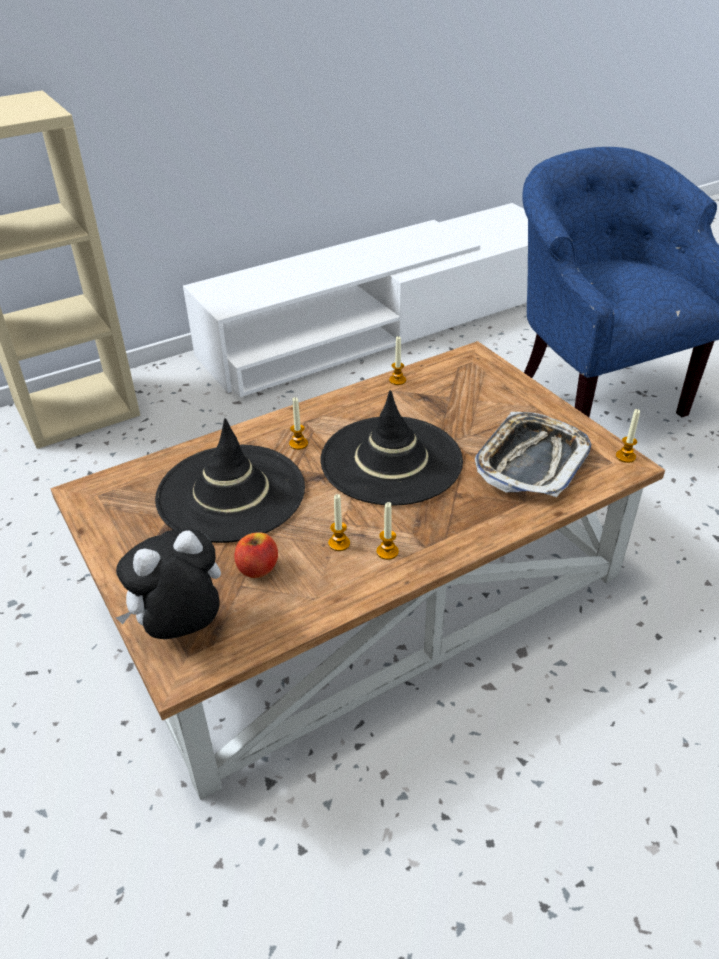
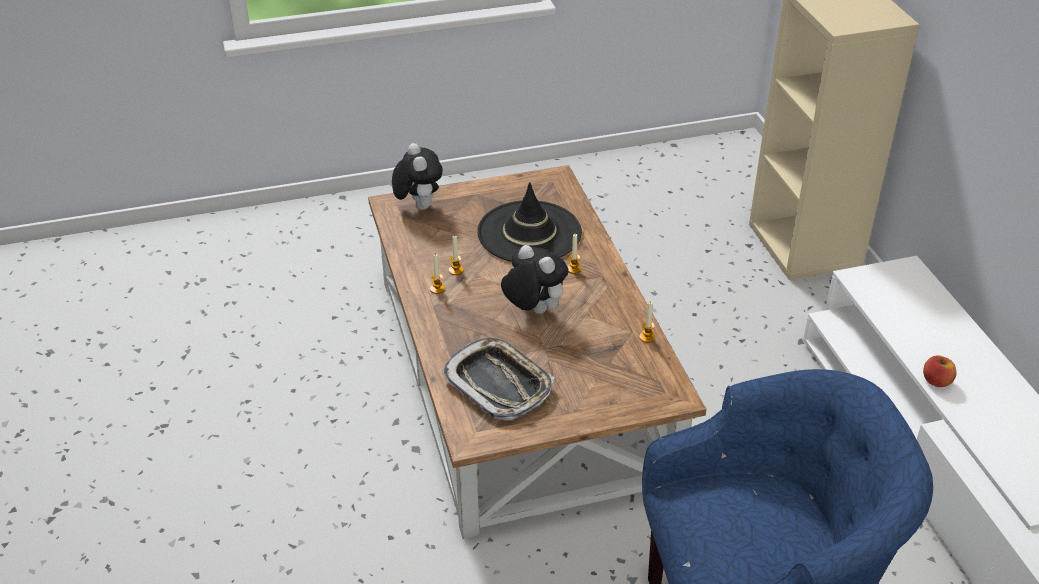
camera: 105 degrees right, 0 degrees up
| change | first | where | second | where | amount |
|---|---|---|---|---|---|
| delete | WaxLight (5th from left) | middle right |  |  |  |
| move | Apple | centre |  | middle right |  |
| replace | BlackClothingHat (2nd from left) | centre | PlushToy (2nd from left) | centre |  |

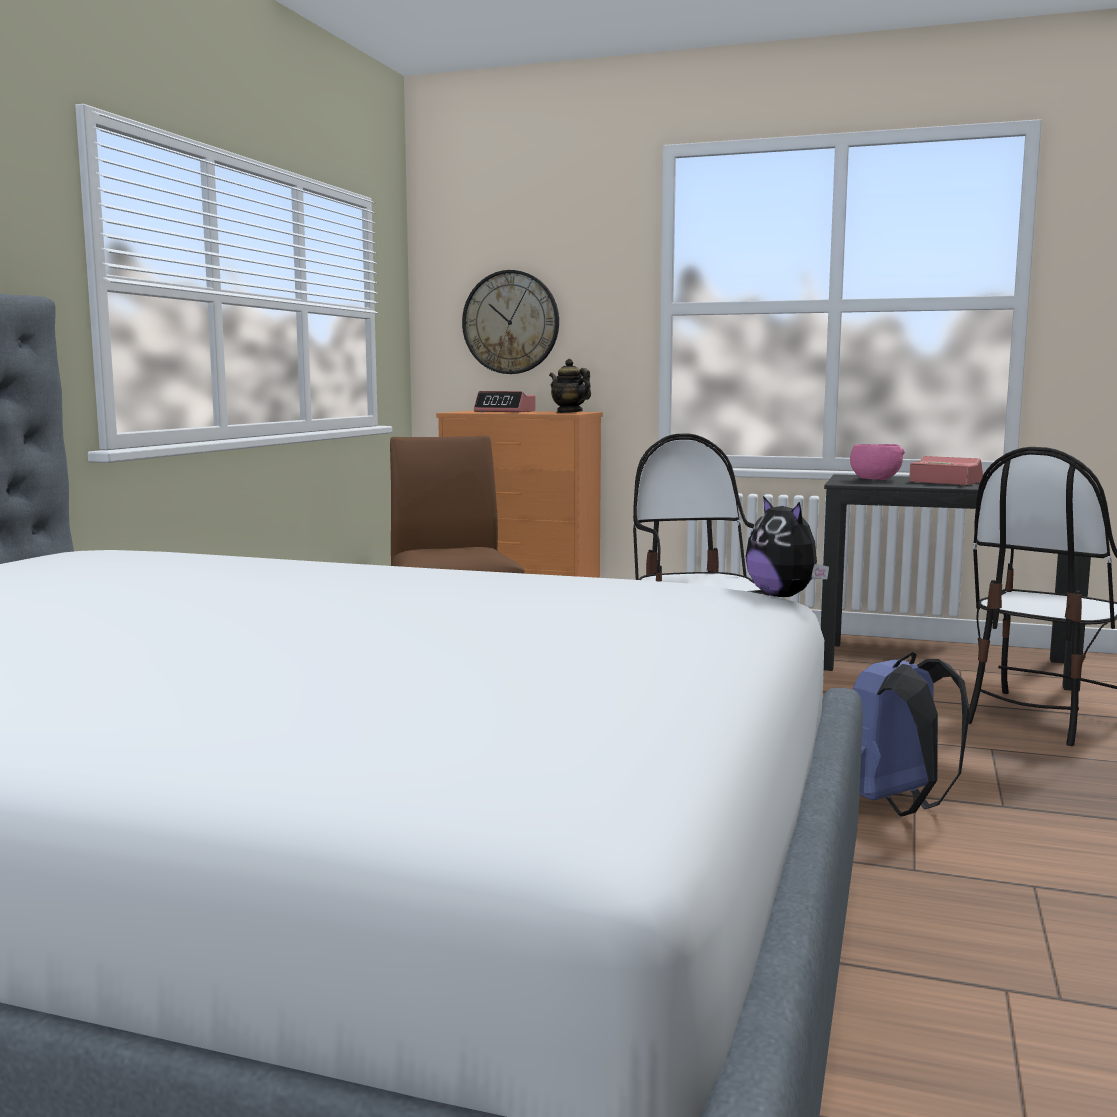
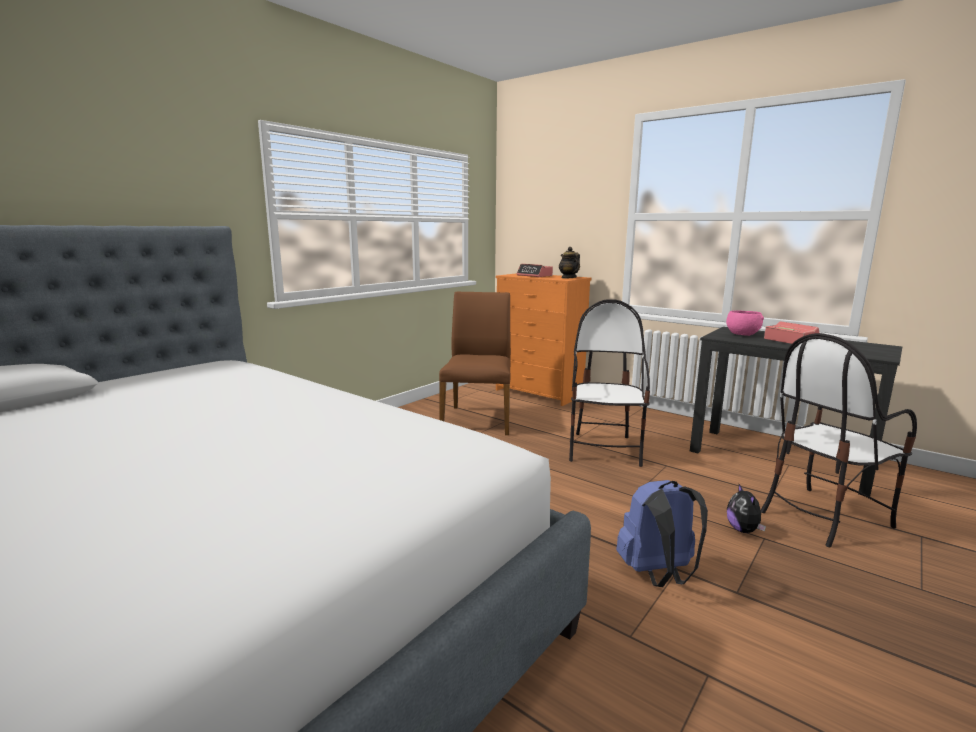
camera: 20 degrees right, 5 degrees up
| change | first | where | second | where | amount |
|---|---|---|---|---|---|
| delete | WallClock | top centre |  |  |  |
| move | PlushToy | middle right |  | bottom right |  |

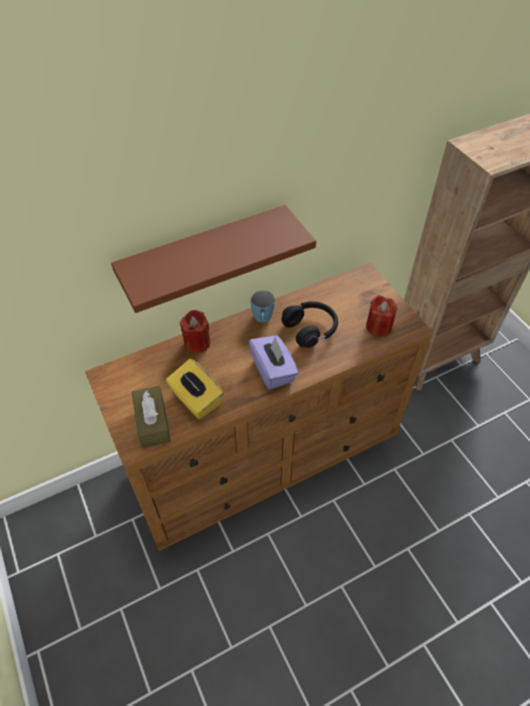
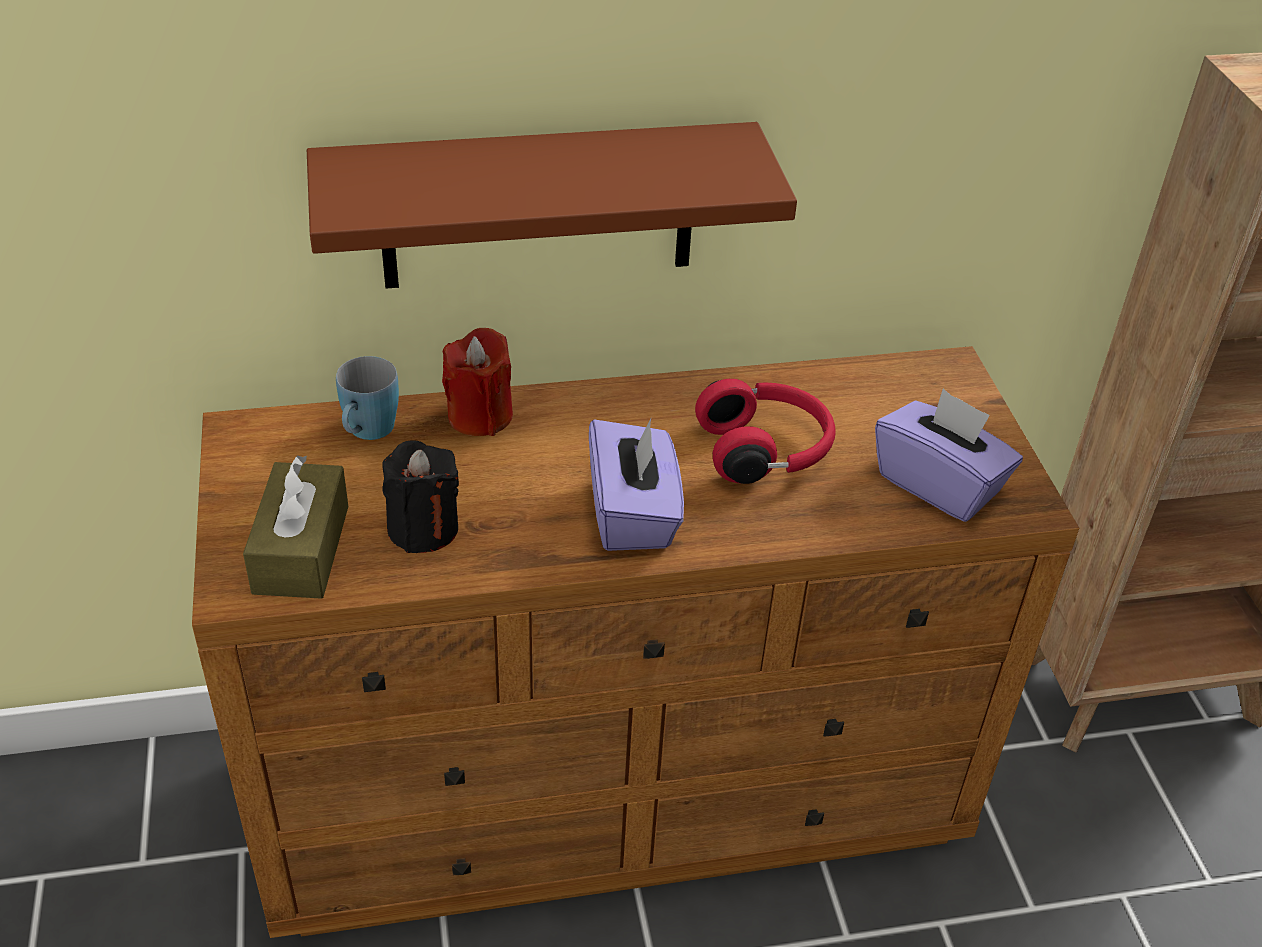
camera: 15 degrees right, 10 degrees down
| change | first | where | second | where | amount |
|---|---|---|---|---|---|
| move | BluishCoffeeMug | centre |  | middle left |  |
| replace | YellowTissueBox | centre | BlackWaxLight | middle left |  |
| replace | ReddishWaxLight (2nd from left) | middle right | PurpleTissueBox (2nd from left) | middle right |  |
| recolor | BlackHeadset | centre | ReddishHeadset | centre |  |

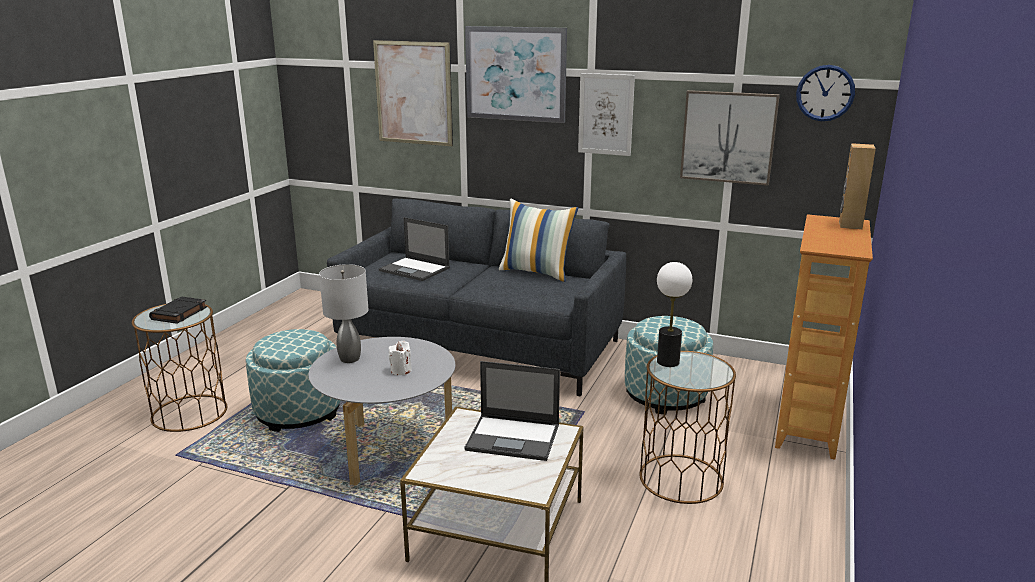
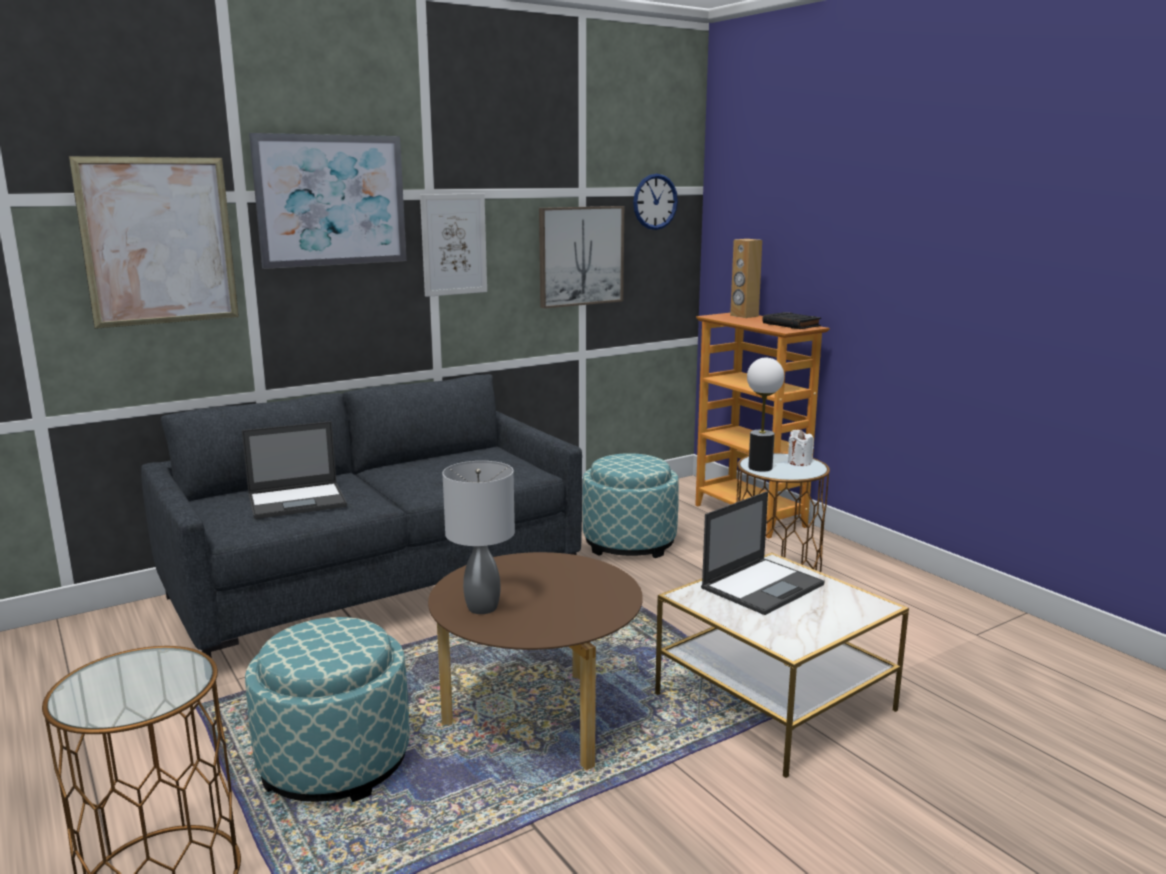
camera: 55 degrees left, 5 degrees down
| change | first | where | second | where | amount |
|---|---|---|---|---|---|
| delete | ThrowPillow | centre |  |  |  |
| move | BlackBoundBook | middle left |  | middle right |  |
| move | WhiteWaxLight | centre |  | middle right |  |
| recolor | GreyishCoffeeTable | bottom centre | BrownishCoffeeTable | bottom centre |  |

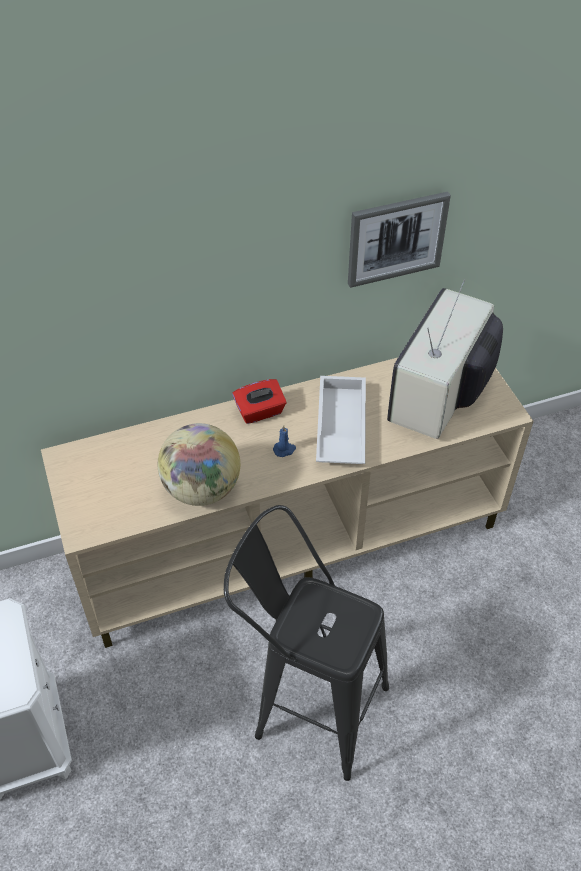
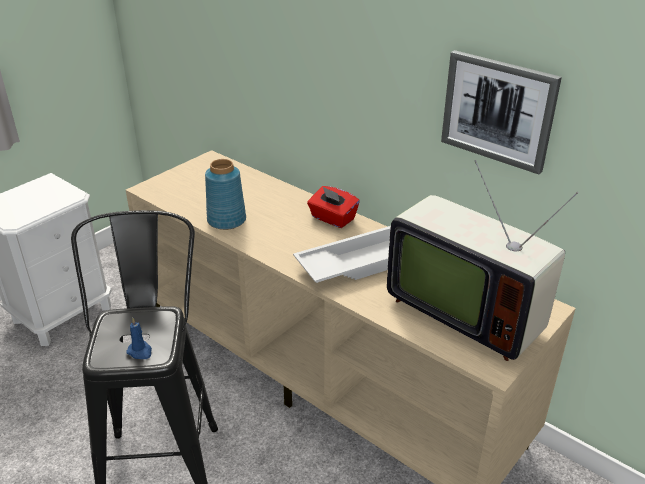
camera: 60 degrees right, 15 degrees down
| change | first | where | second | where | amount |
|---|---|---|---|---|---|
| move | BluishWaxLight | centre |  | bottom left |  |
| replace | Globe | centre | BluishDecorativeVase | centre |  |
| rotate | TvSet | middle right |  | middle right | 135 degrees counterclockwise |

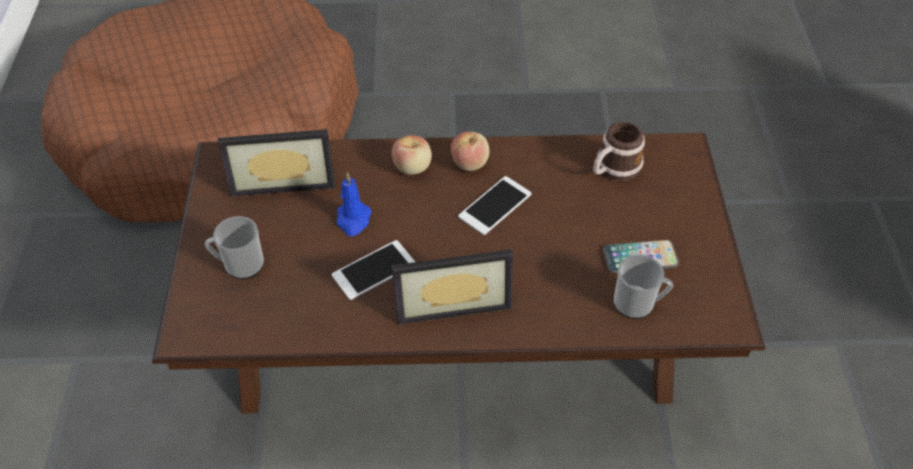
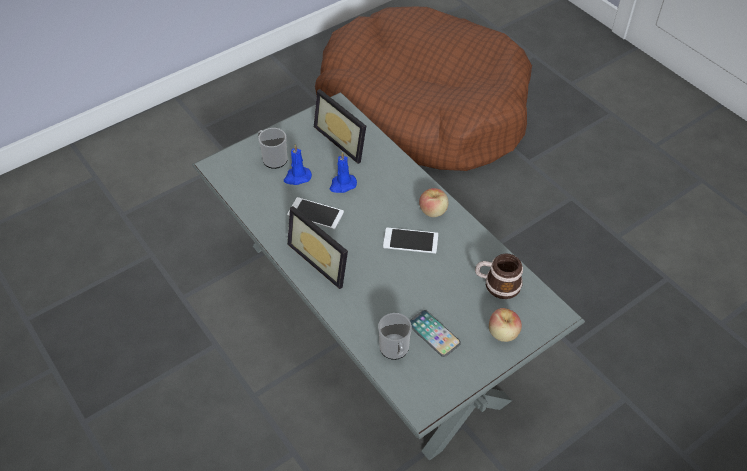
camera: 55 degrees right, 0 degrees up
| change | first | where | second | where | amount |
|---|---|---|---|---|---|
| insert |  |  | BluishWaxLight (1st from left) | centre |  |
| move | Apple (1st from left in the first image) | top centre | Apple (2nd from left) | bottom right |  |
| recolor | BrownishCoffeeTable | centre | GreyishCoffeeTable | centre |  |

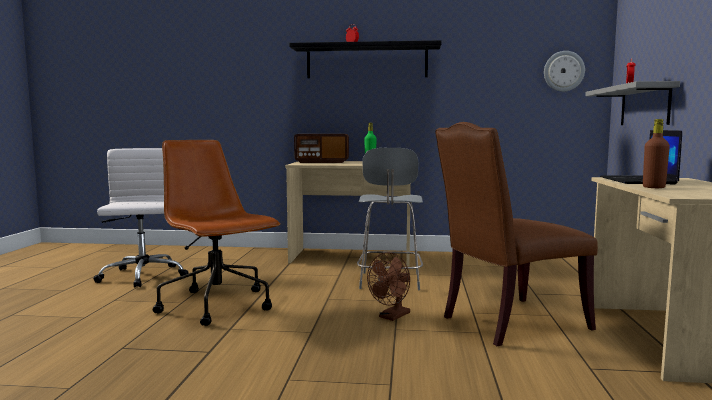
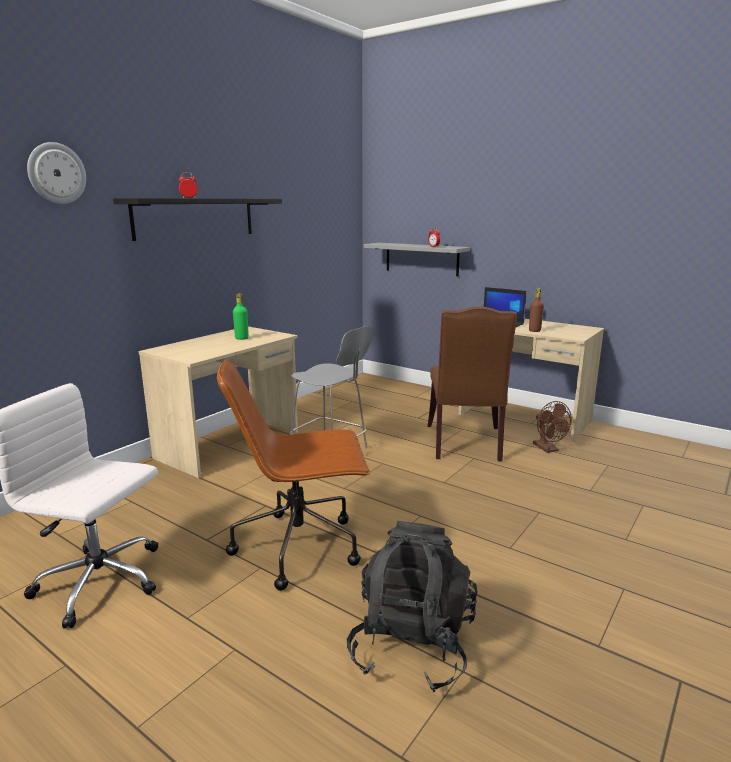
camera: 60 degrees left, 10 degrees up
| change | first | where | second | where | amount |
|---|---|---|---|---|---|
| delete | RadioSet | centre |  |  |  |
| insert |  |  | BlackKnapsack | bottom centre |  |
| move | BrownishElectricFan | bottom centre |  | middle right |  |
| move | WallClock | top right |  | top left |  |

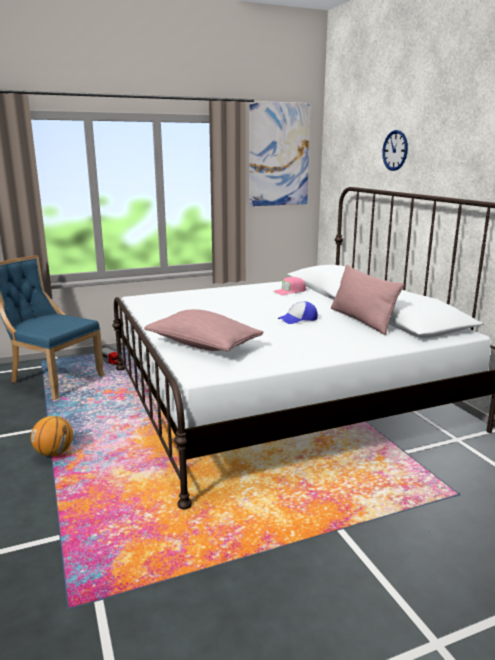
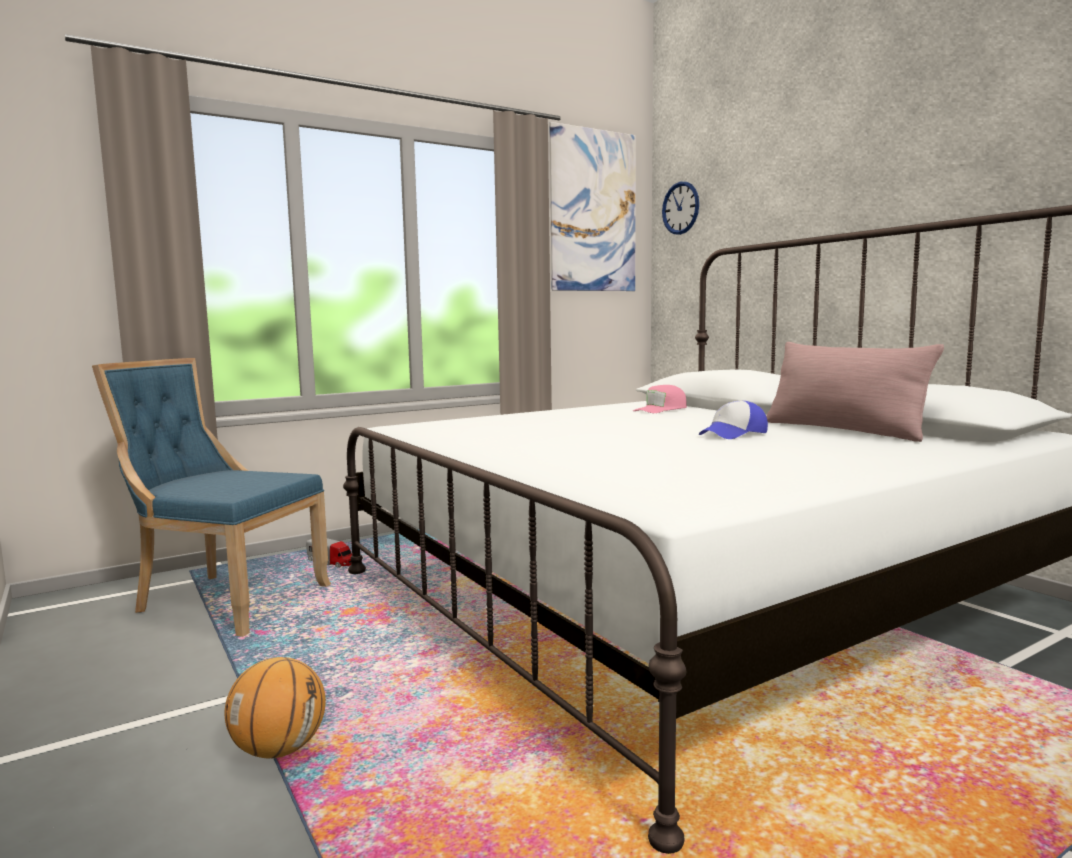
camera: 10 degrees left, 10 degrees down
| change | first | where | second | where | amount |
|---|---|---|---|---|---|
| delete | PinkThrowPillow (1st from left) | centre |  |  |  |
| move | WallClock | top right |  | top centre |  |

